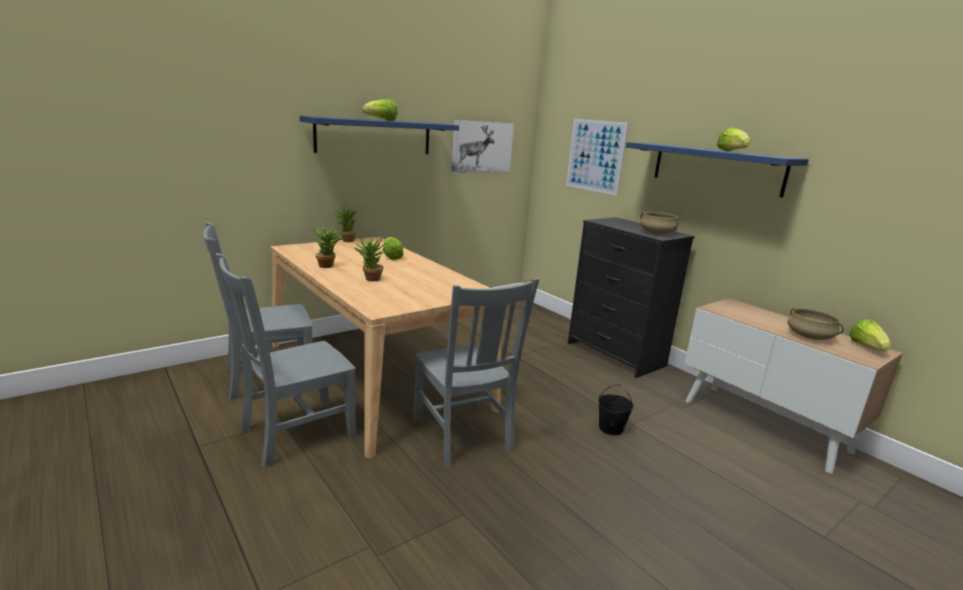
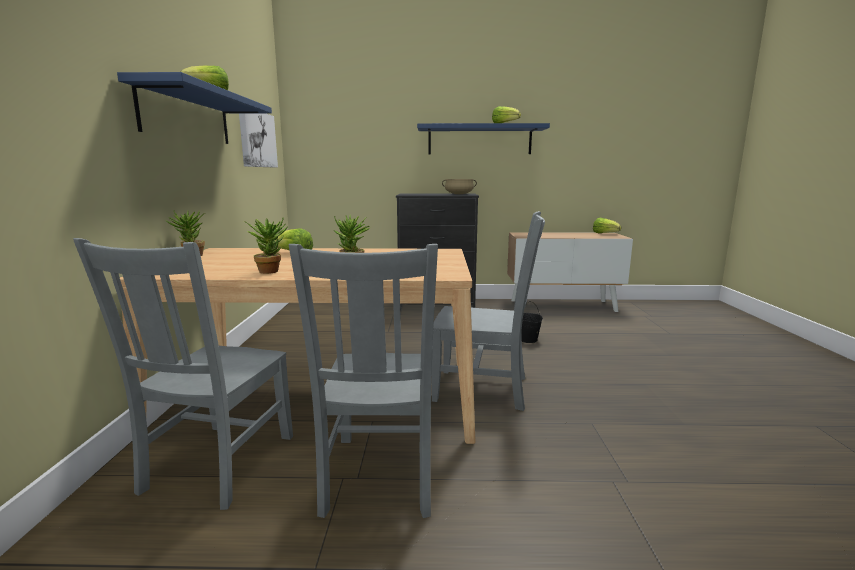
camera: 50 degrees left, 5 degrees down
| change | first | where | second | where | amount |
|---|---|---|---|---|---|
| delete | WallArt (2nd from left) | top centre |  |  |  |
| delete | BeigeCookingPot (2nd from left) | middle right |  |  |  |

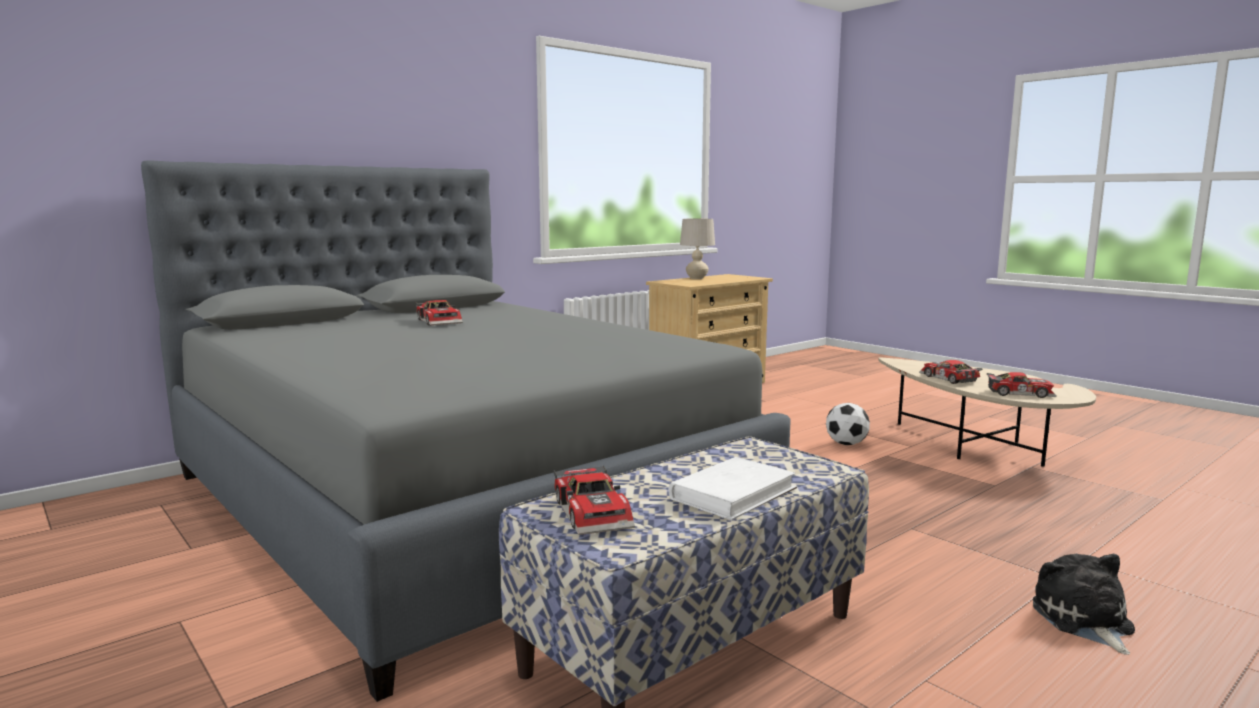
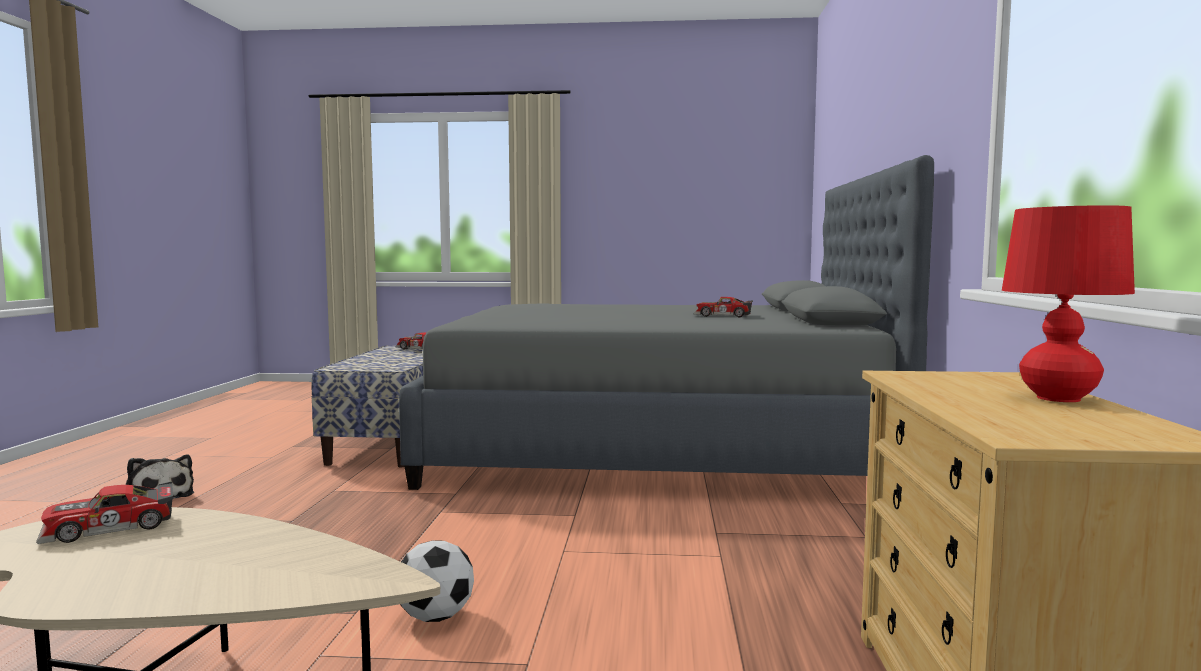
camera: 135 degrees right, 5 degrees down
| change | first | where | second | where | amount |
|---|---|---|---|---|---|
| delete | WhiteBoundBook | bottom centre |  |  |  |
| delete | ToyCar (3rd from left) | middle right |  |  |  |
| recolor | BeigeTableLamp | centre | ReddishTableLamp | middle right |  |

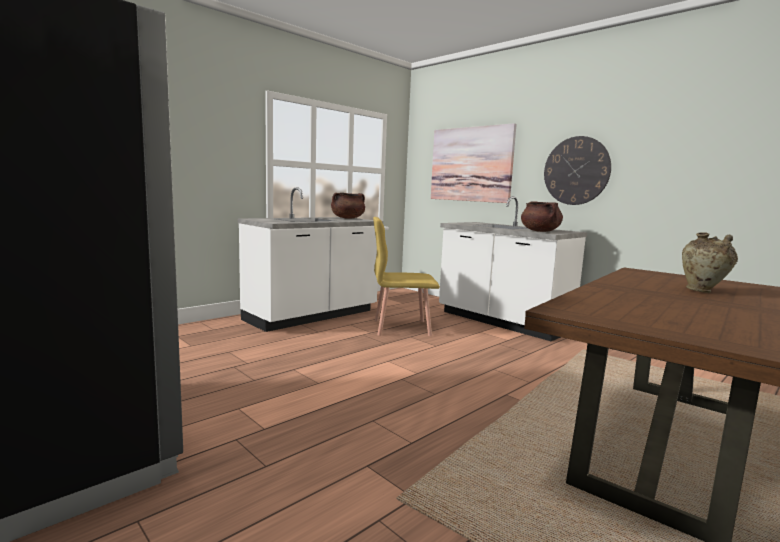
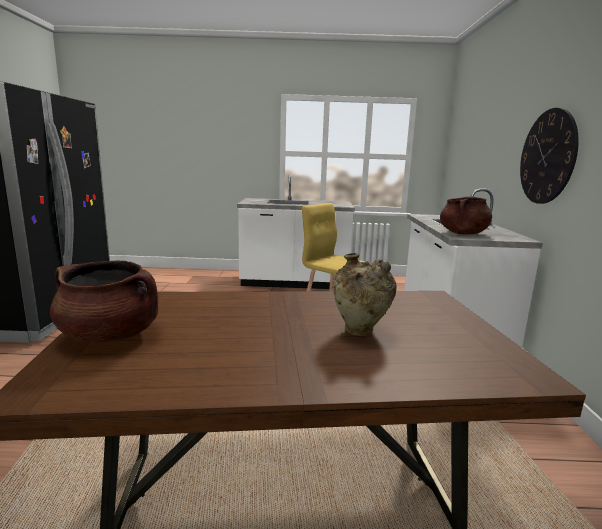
camera: 45 degrees right, 5 degrees up
| change | first | where | second | where | amount |
|---|---|---|---|---|---|
| delete | WallArt | top centre |  |  |  |
| move | BrownishCookingPot (1st from left) | centre |  | middle left |  |

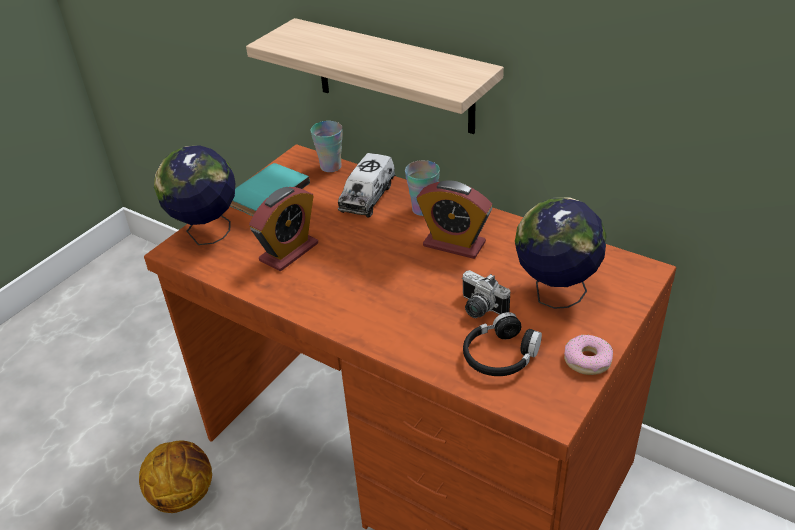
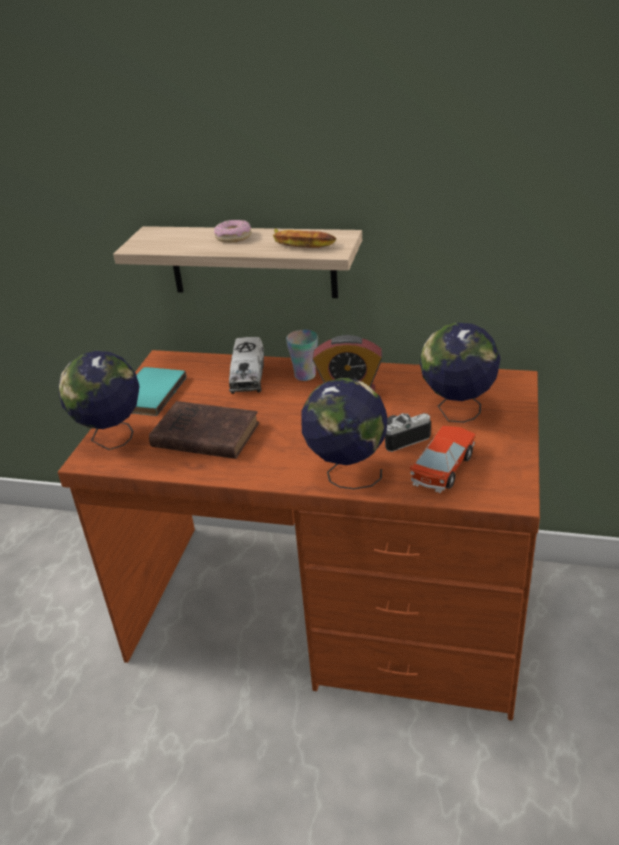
camera: 20 degrees left, 5 degrees down
| change | first | where | second | where | amount |
|---|---|---|---|---|---|
| delete | BasketballBall | bottom left |  |  |  |
| delete | SmallCup (1st from left) | top centre |  |  |  |
| insert |  |  | BananaFruit | top centre |  |
| insert |  |  | Globe (2nd from left) | centre |  |
| move | RingDoughnut | bottom right |  | top centre |  |
| replace | TableClock (1st from left) | centre | BrownishBoundBook | middle left |  |
| replace | BlackHeadset | centre | ToyCar | middle right |  |
| rotate | PhotoCamera | centre |  | centre | 135 degrees clockwise |

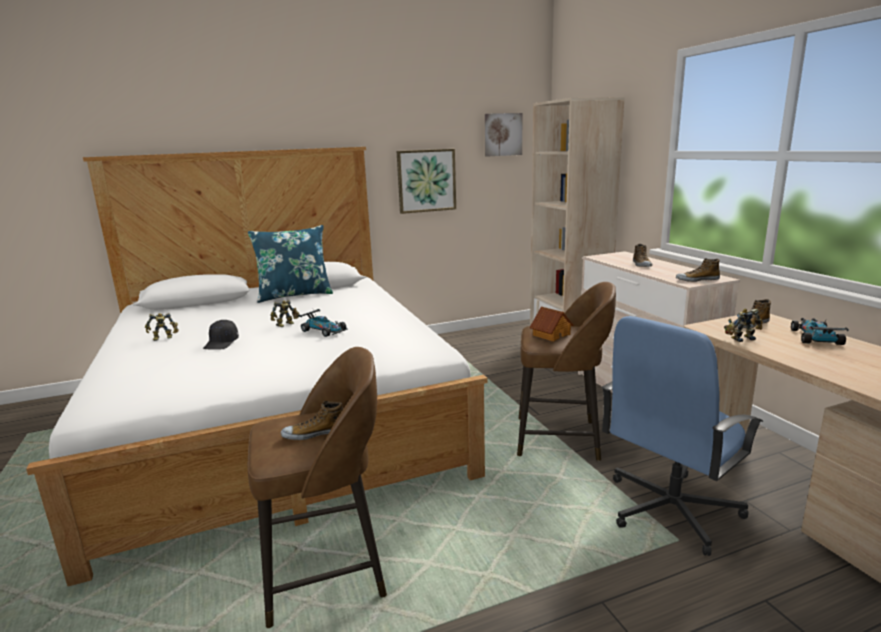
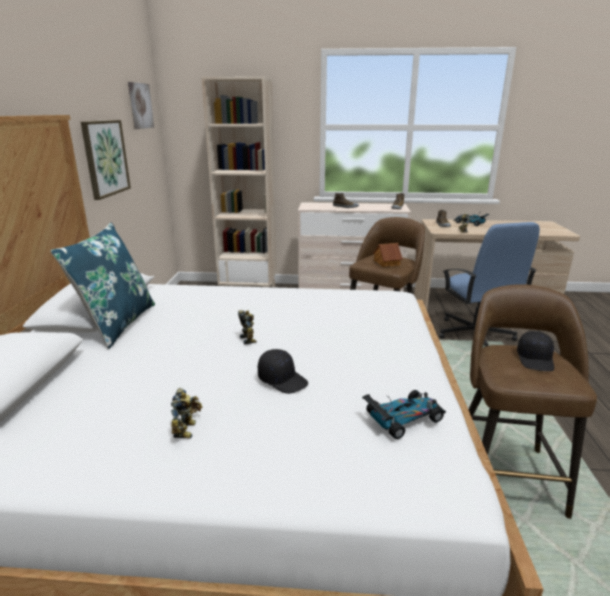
camera: 65 degrees left, 5 degrees up
| change | first | where | second | where | amount |
|---|---|---|---|---|---|
| move | ToyCar (1st from left) | centre |  | bottom centre |  |
| replace | LowShoe (1st from left) | centre | BlackBaseballCap (2nd from left) | middle right |  |

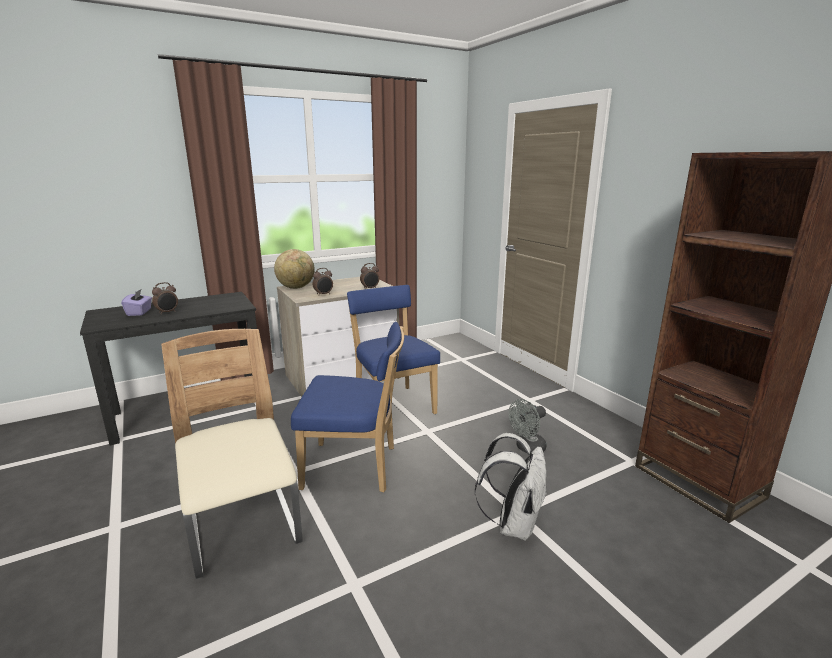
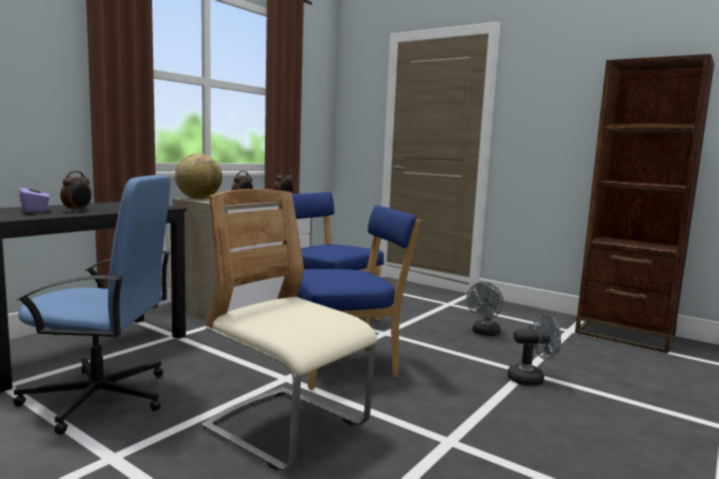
camera: 25 degrees left, 10 degrees down
| change | first | where | second | where | amount |
|---|---|---|---|---|---|
| insert |  |  | BluishDeskChair | middle left |  |
| replace | WhiteKnapsack | bottom centre | GreyishElectricFan (2nd from left) | bottom right |  |

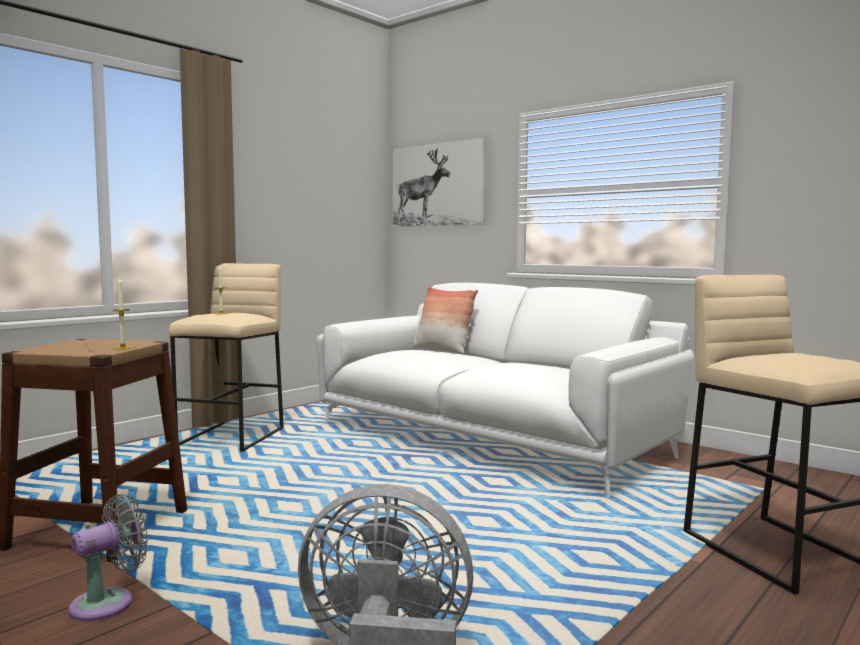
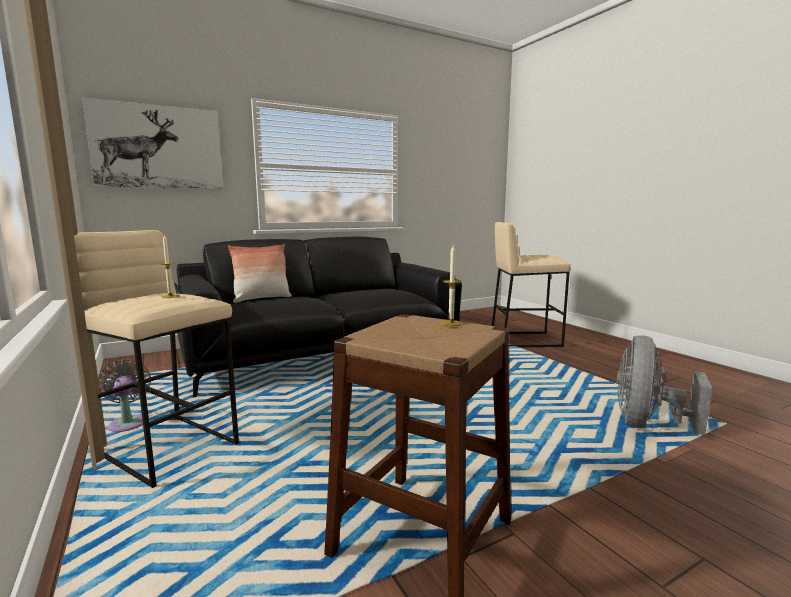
camera: 70 degrees left, 5 degrees up
| change | first | where | second | where | amount |
|---|---|---|---|---|---|
| move | GreyishElectricFan (1st from left) | bottom left |  | middle left |  |
| recolor | WhiteCouch | centre | BlackCouch | centre |  |

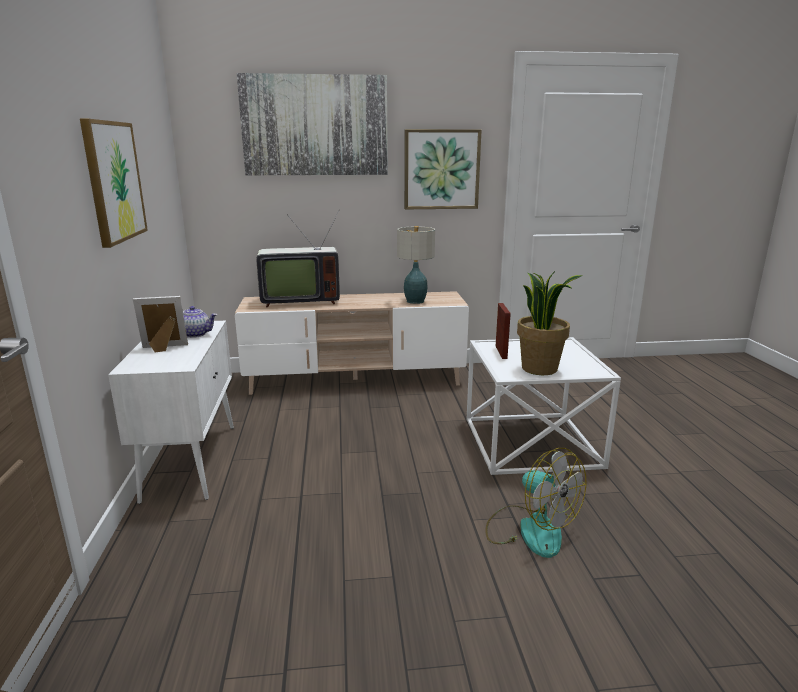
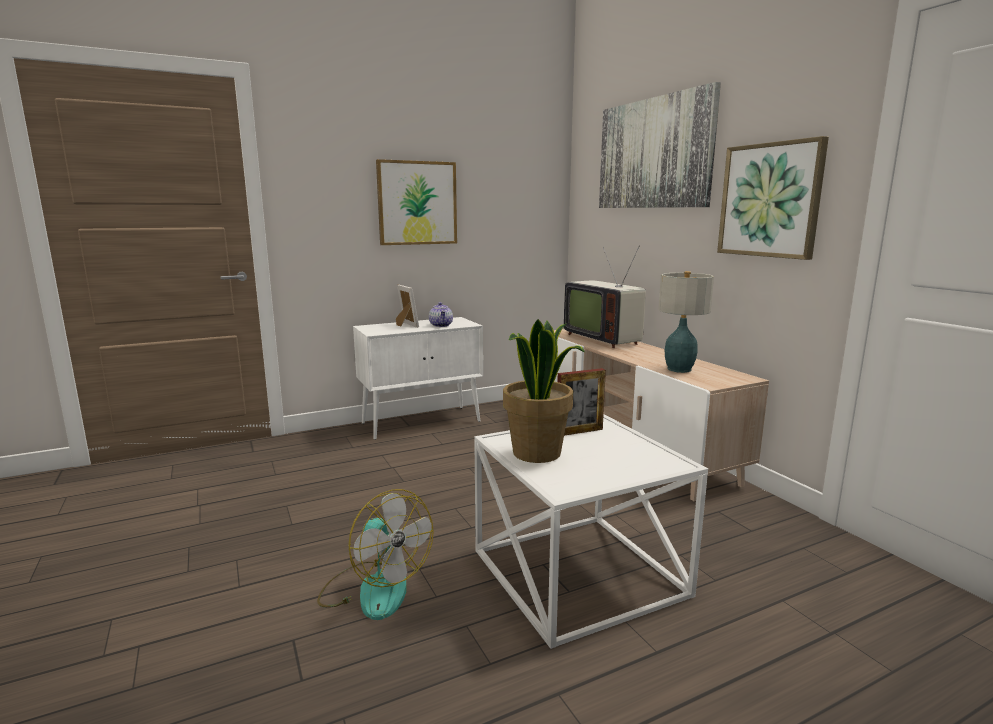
camera: 70 degrees right, 5 degrees down
| change | first | where | second | where | amount |
|---|---|---|---|---|---|
| rotate | ElectricFan | bottom right |  | bottom centre | 75 degrees counterclockwise |

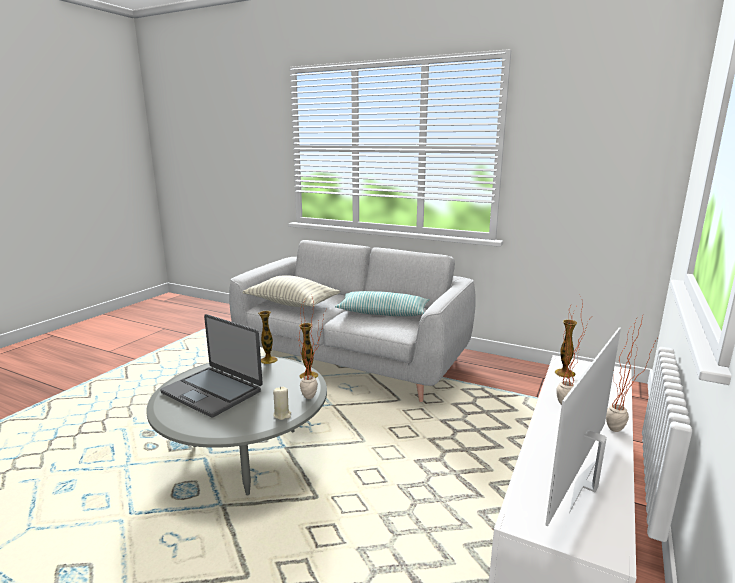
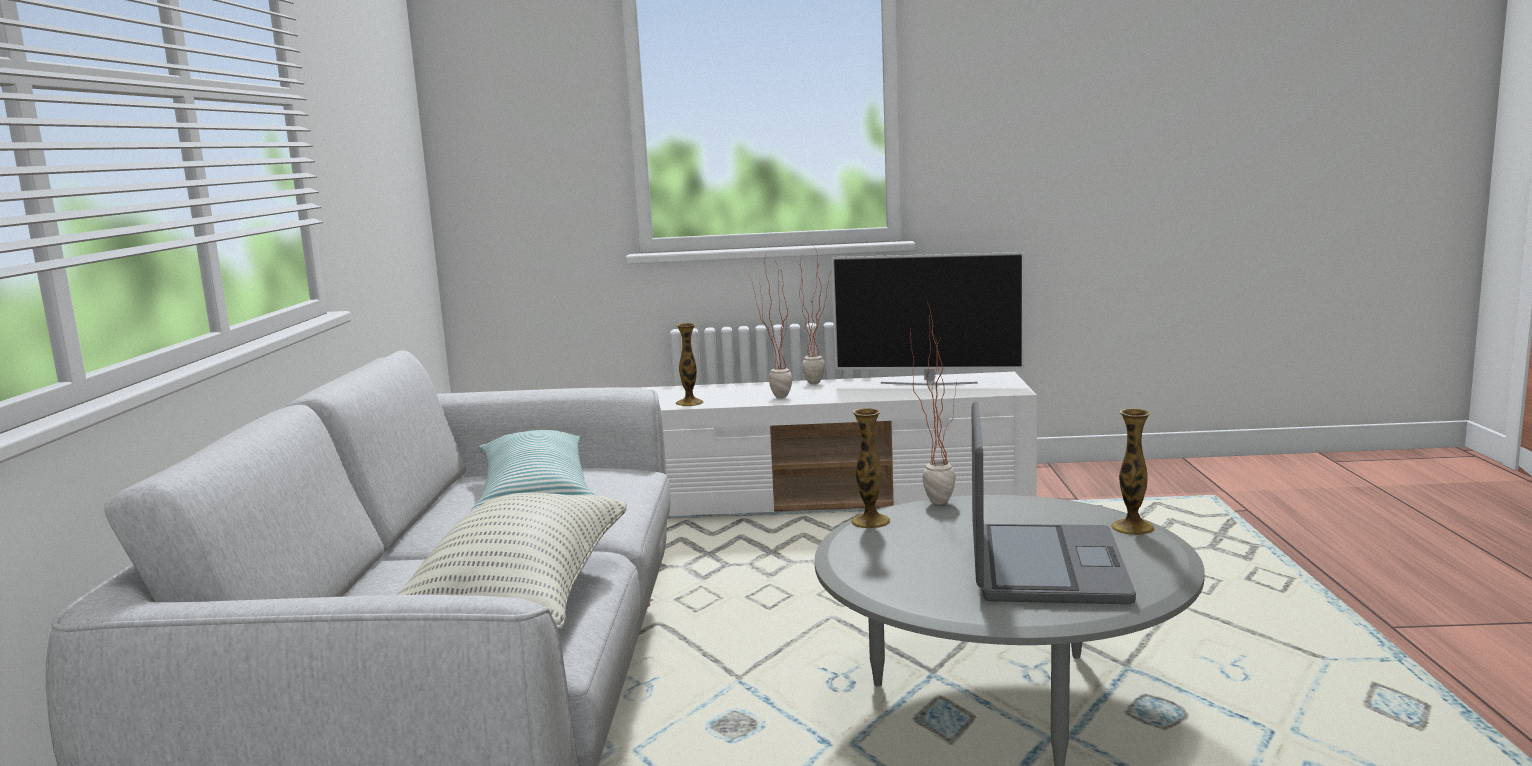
camera: 115 degrees left, 5 degrees down
| change | first | where | second | where | amount |
|---|---|---|---|---|---|
| delete | BeigeWaxLight | bottom centre |  |  |  |
| move | DecorativeVase (1st from left in the first image) | centre | DecorativeVase (3rd from left) | middle right |  |

